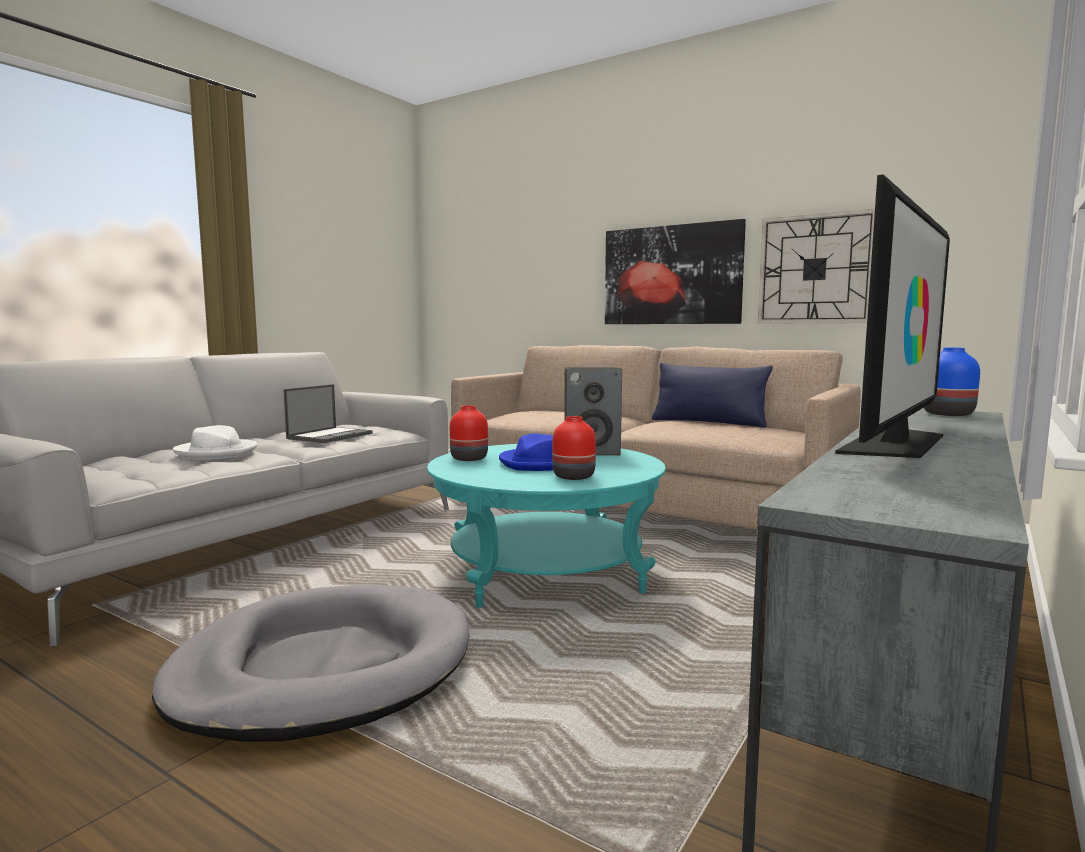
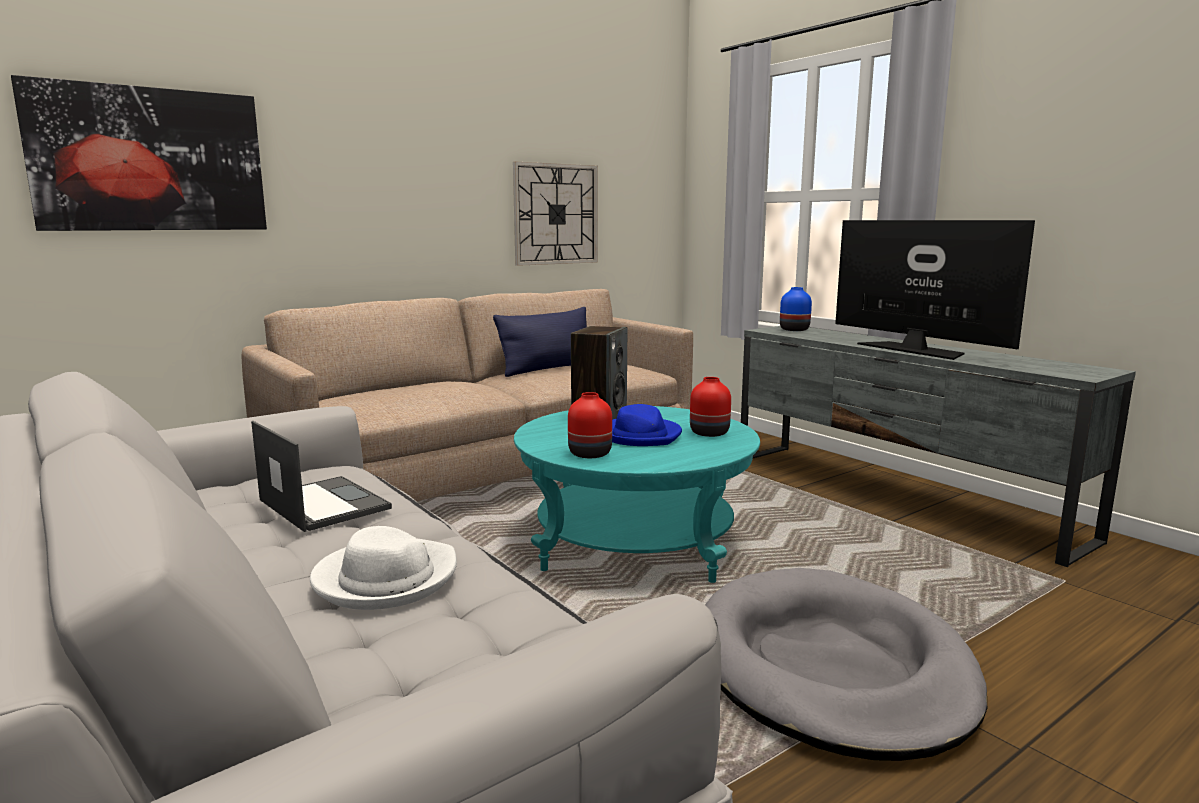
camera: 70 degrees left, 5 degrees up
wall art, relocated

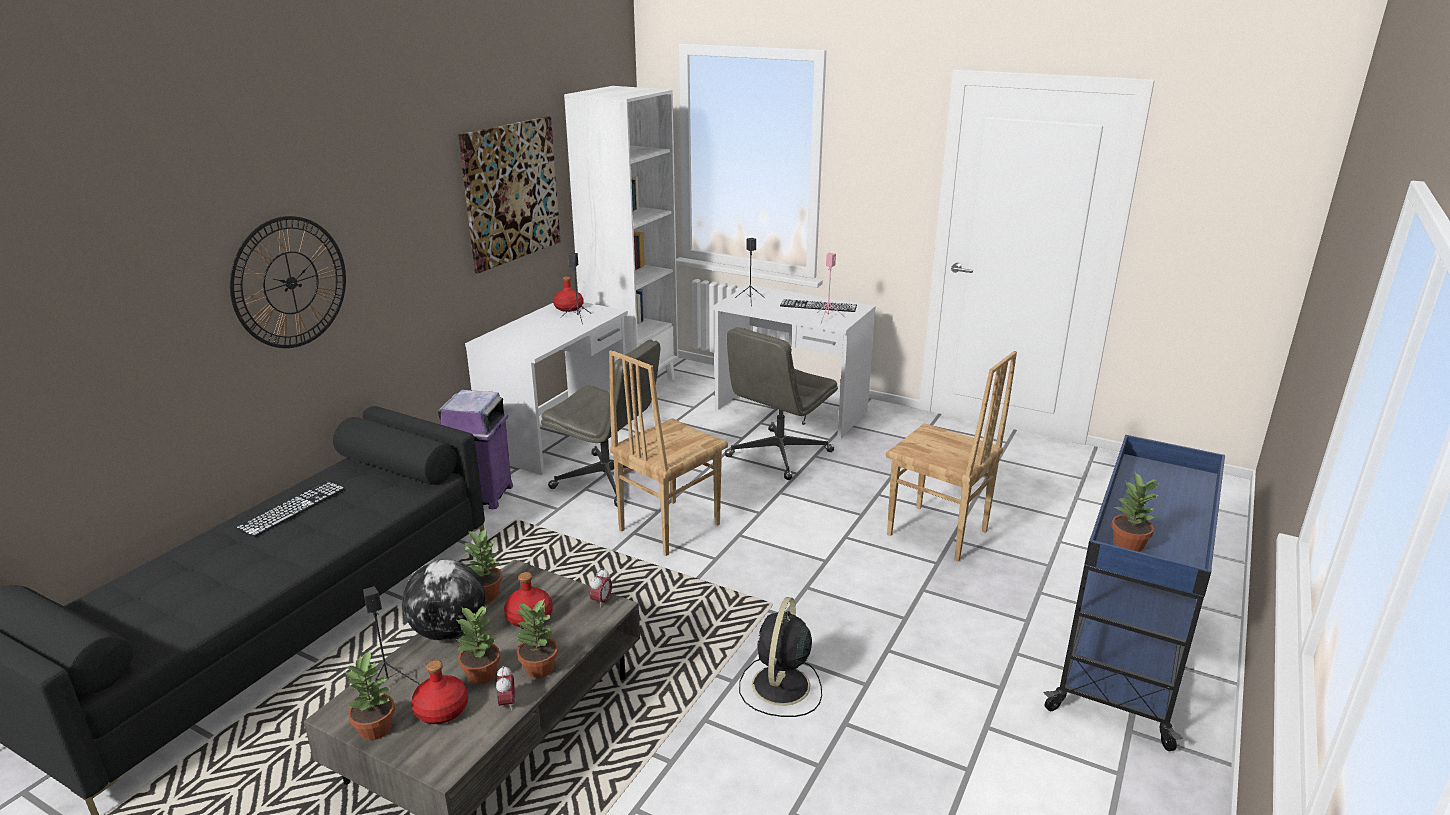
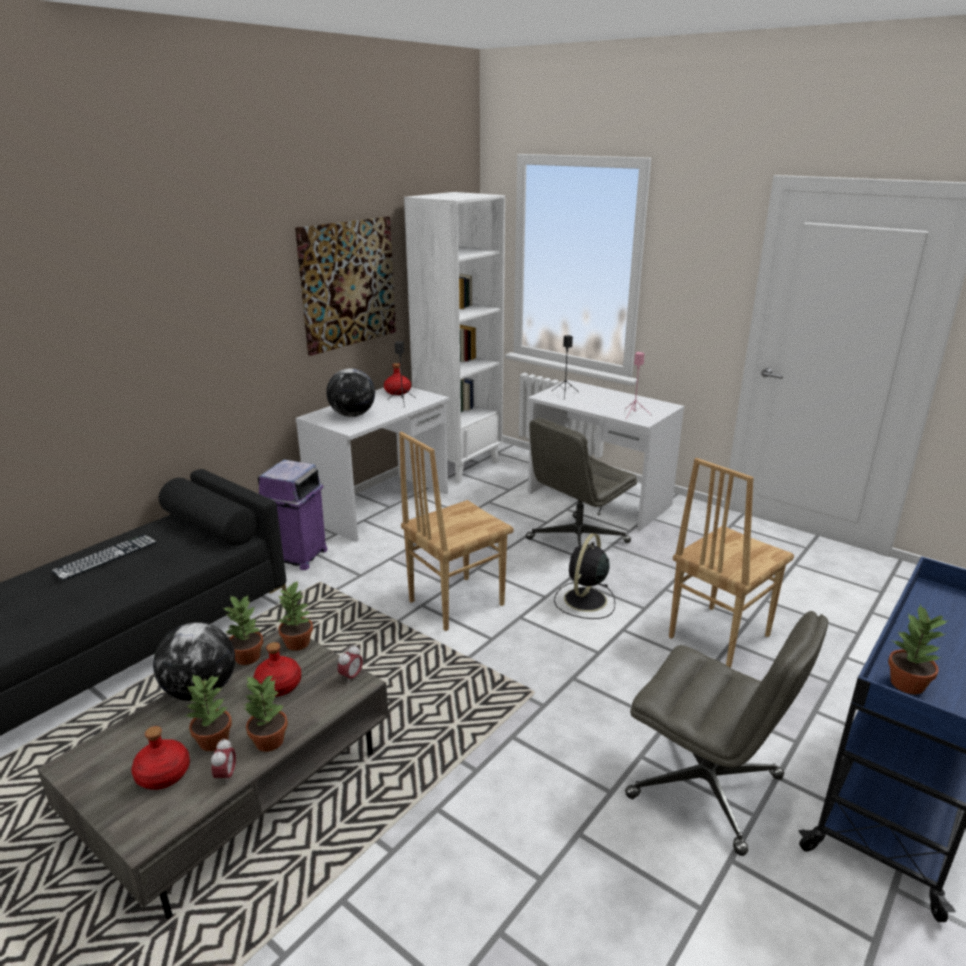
camera: 10 degrees right, 0 degrees up
houseplant (no. 1 from left in the first image) -> houseplant (no. 4 from left), relocated
none -> desk globe (no. 2 from left)
black-coloured cooling fan, relocated
grey computer chair (no. 1 from left in the first image) -> grey computer chair (no. 2 from left), relocated
brownish upright chair (no. 2 from left), 90 degrees clockwise
clock on the wall -> none
black-coloured speaker (no. 1 from left) -> none
computer keyboard (no. 2 from left) -> none

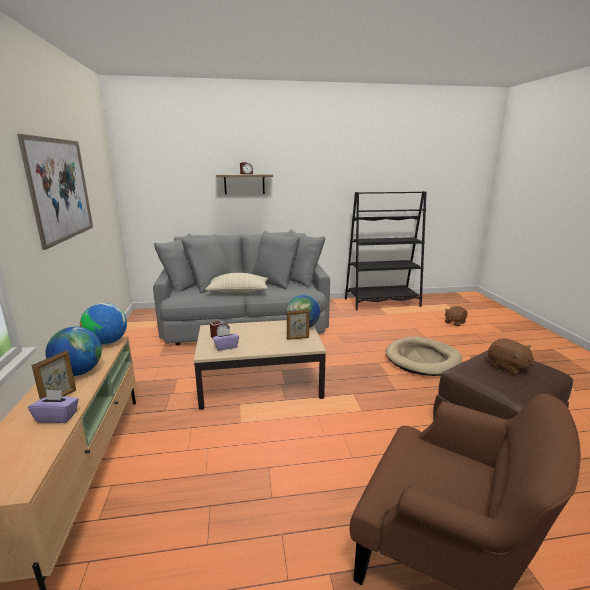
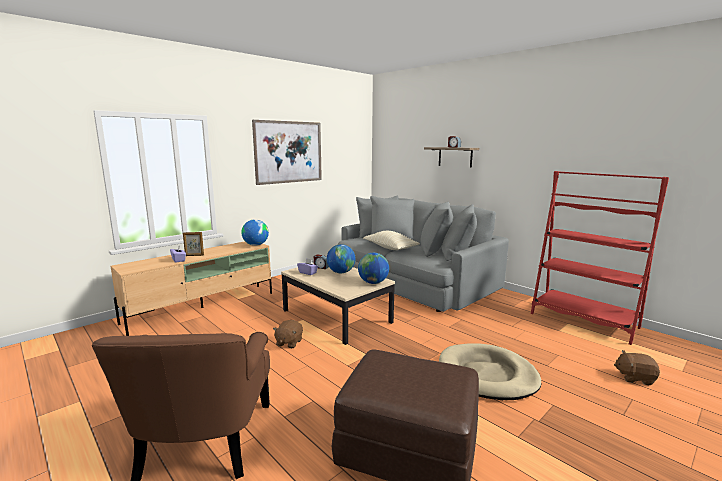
camera: 55 degrees right, 5 degrees down
brownish soft toy (no. 2 from left in the first image) -> brownish soft toy (no. 1 from left), relocated
desk globe (no. 1 from left in the first image) -> desk globe (no. 2 from left), relocated
black-coloured bookshelf -> red-coloured bookshelf
standing frame (no. 2 from left) -> none

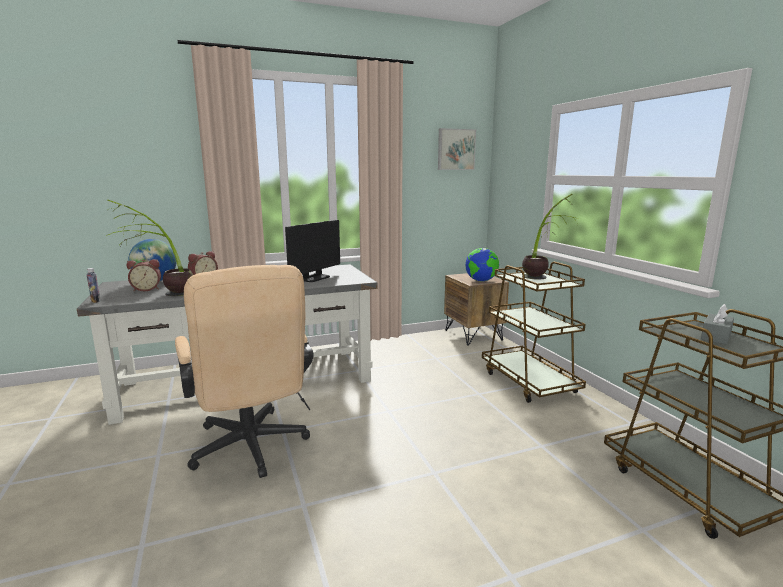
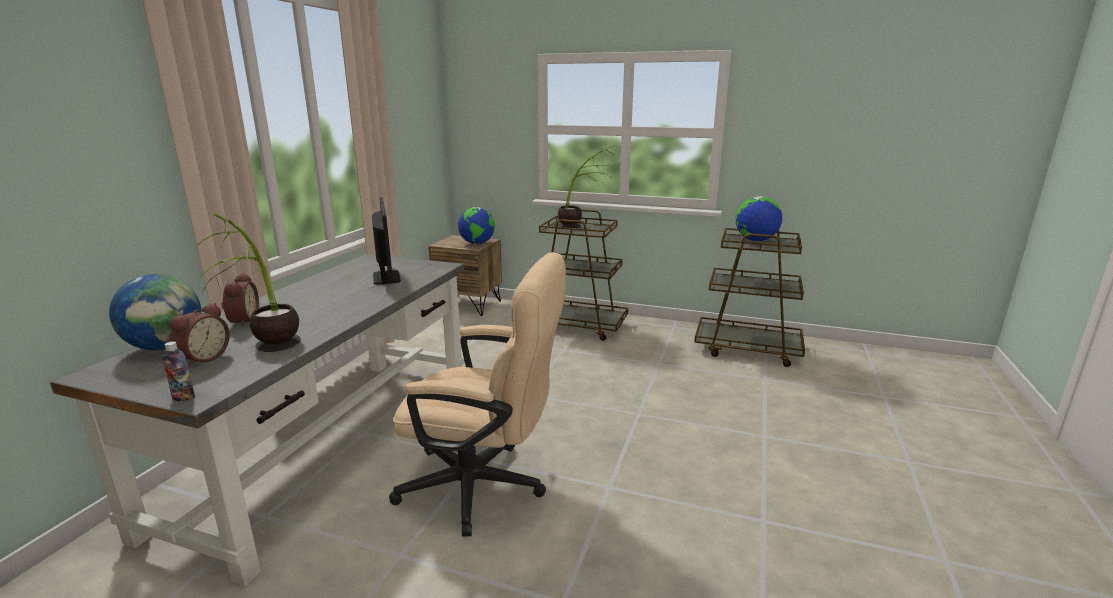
camera: 50 degrees left, 5 degrees up
grey tissue holder -> desk globe (no. 3 from left)
wall art -> none

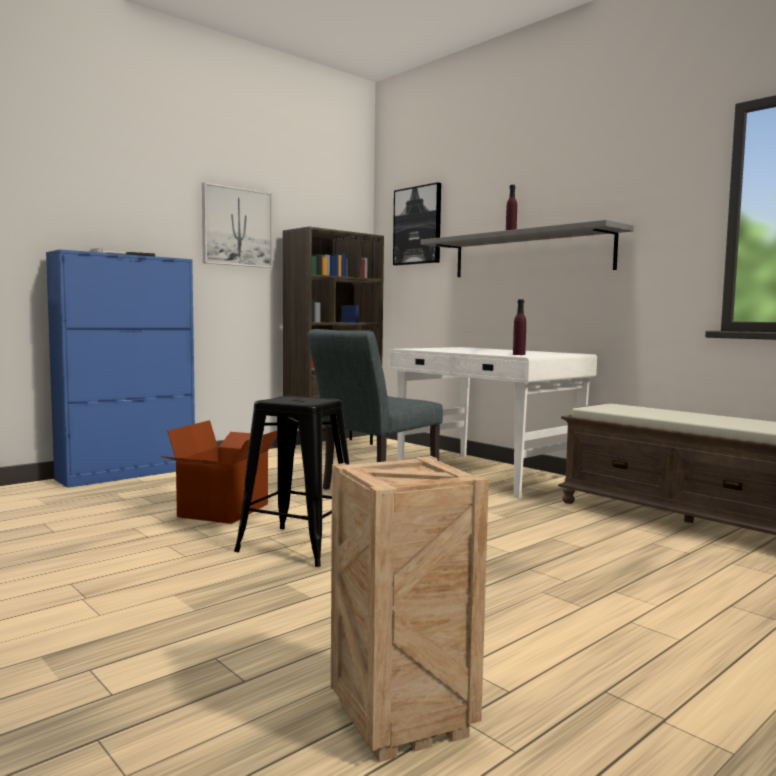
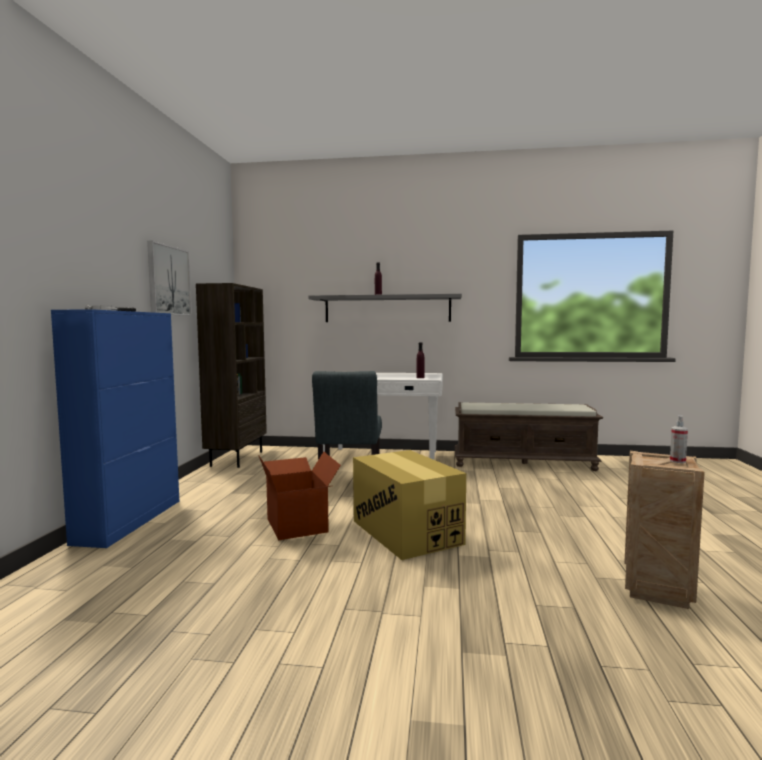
camera: 40 degrees left, 0 degrees up
black-coloured stool -> carton (no. 2 from left)
none -> spray bottle
wall art (no. 2 from left) -> none

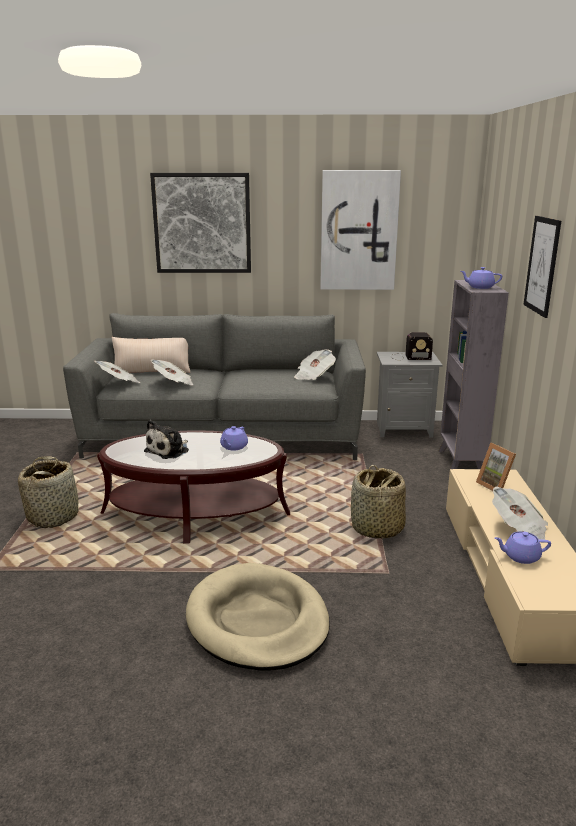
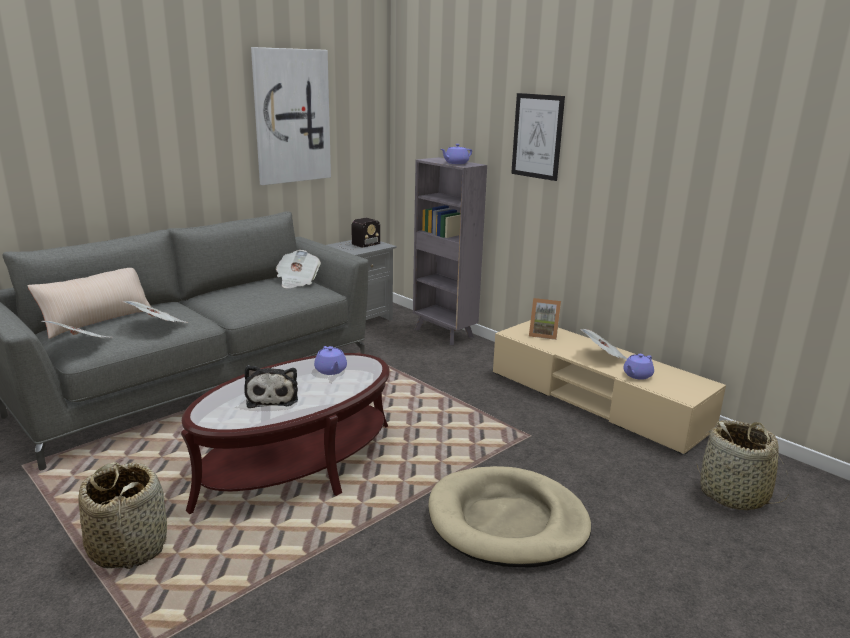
camera: 45 degrees left, 0 degrees up
household basket (no. 2 from left), relocated
wall art (no. 1 from left) -> none

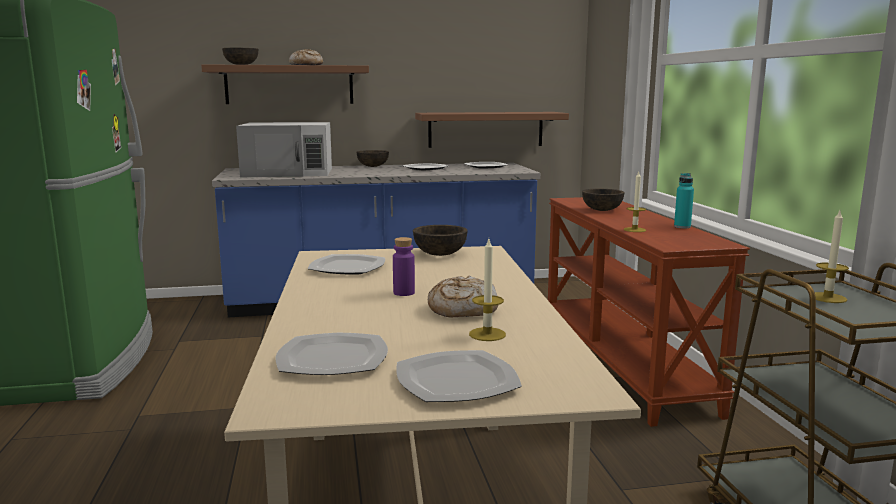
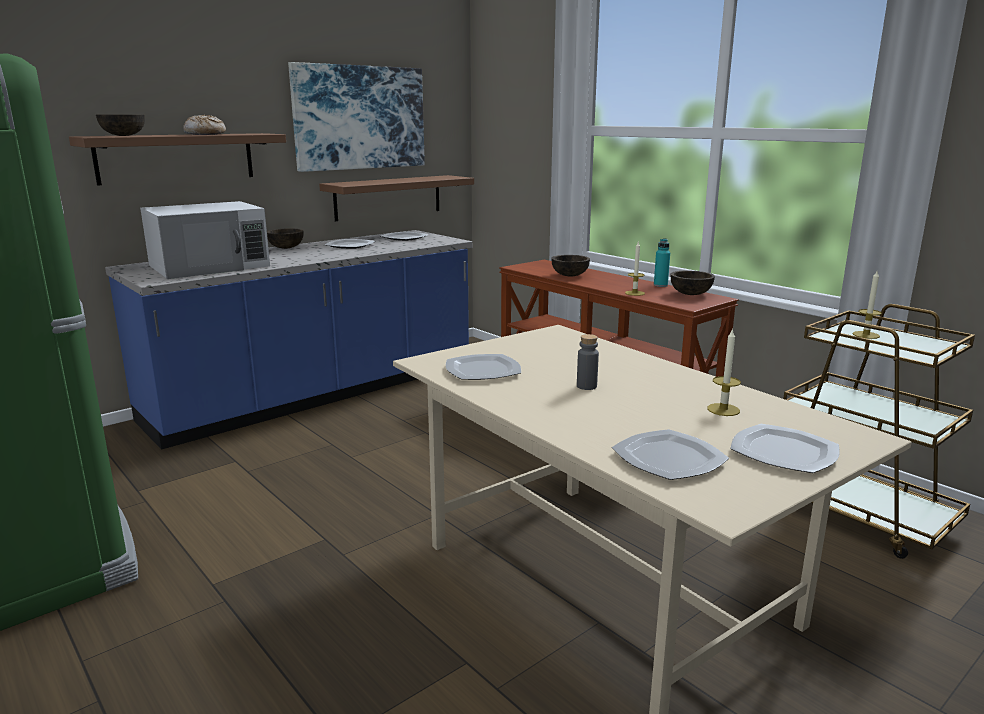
camera: 30 degrees left, 5 degrees up
none -> wall art
purple-coloured beverage bottle -> grey beverage bottle
brownish serving bowl (no. 3 from left in the first image) -> brownish serving bowl (no. 4 from left), relocated
bread (no. 2 from left) -> none

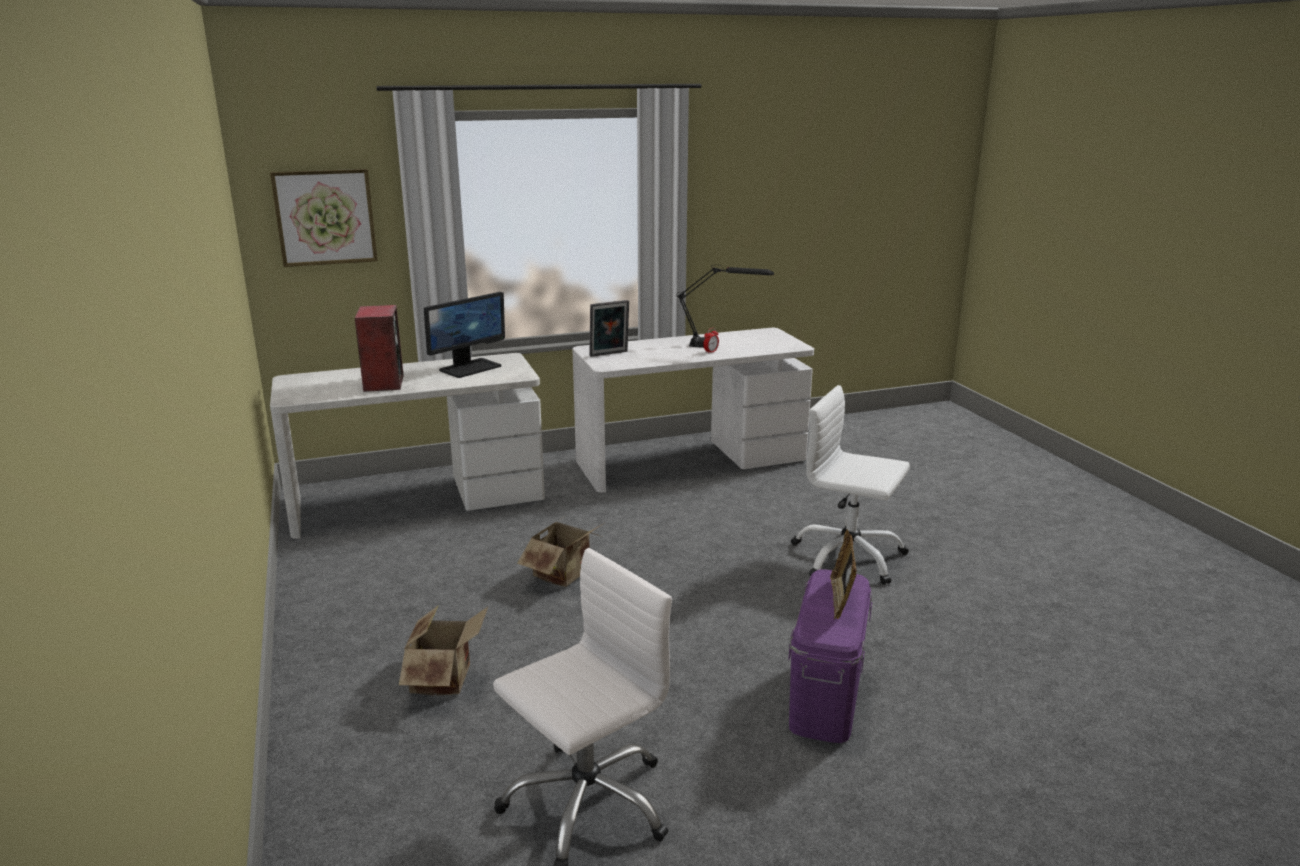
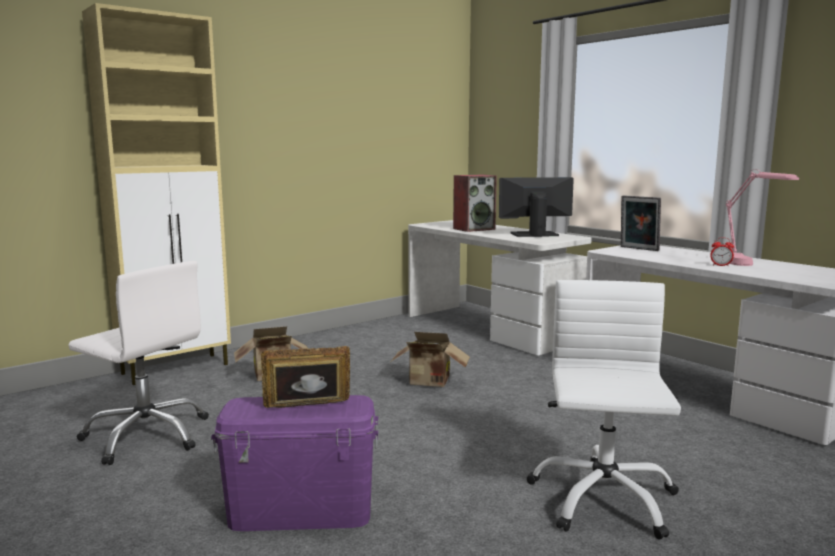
camera: 70 degrees right, 10 degrees down
none -> sand-coloured cupboard
computer screen, 150 degrees clockwise
black-coloured tabletop lamp -> pink tabletop lamp
wall art -> none

